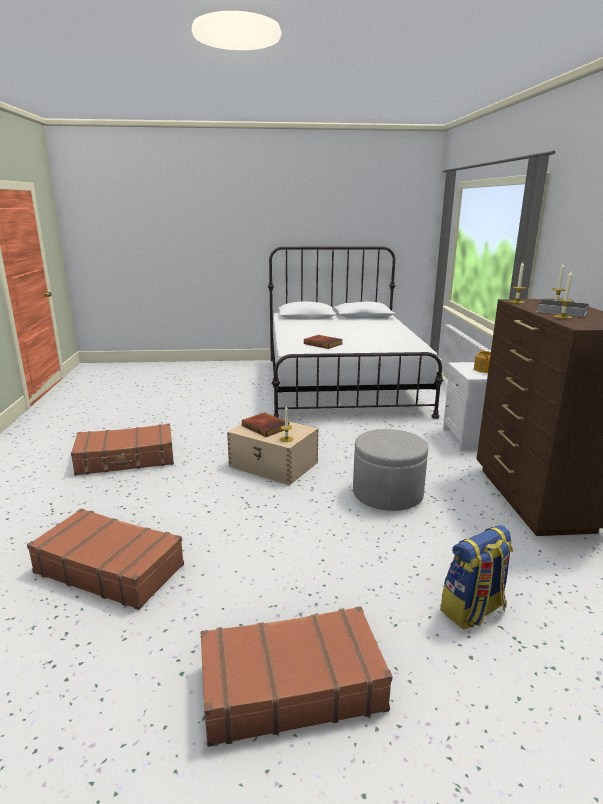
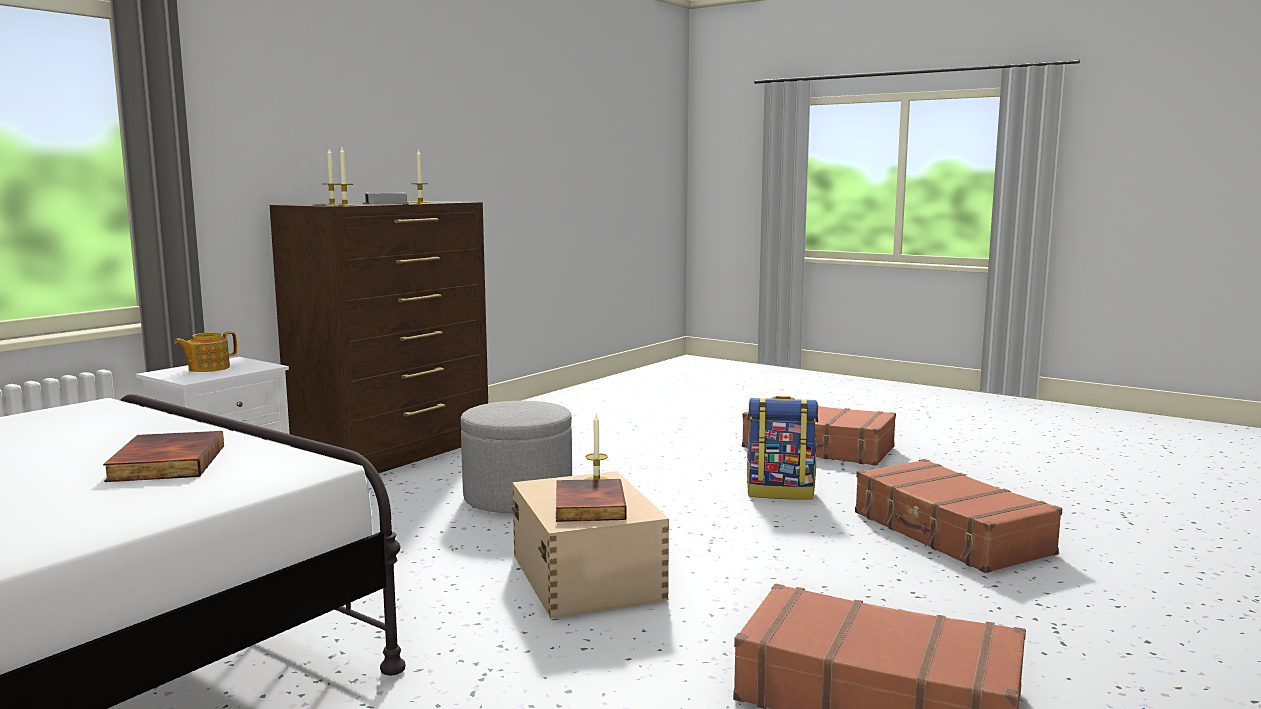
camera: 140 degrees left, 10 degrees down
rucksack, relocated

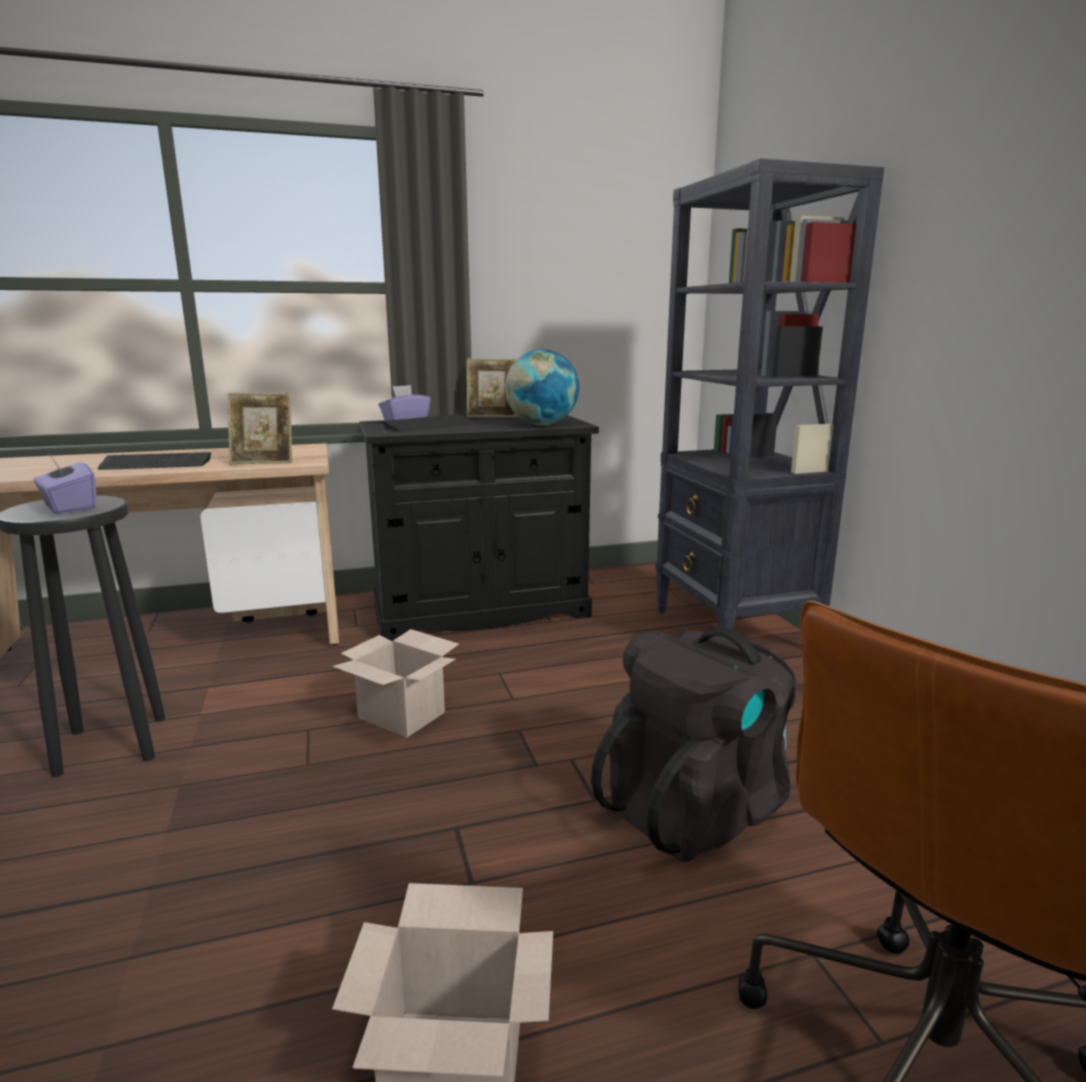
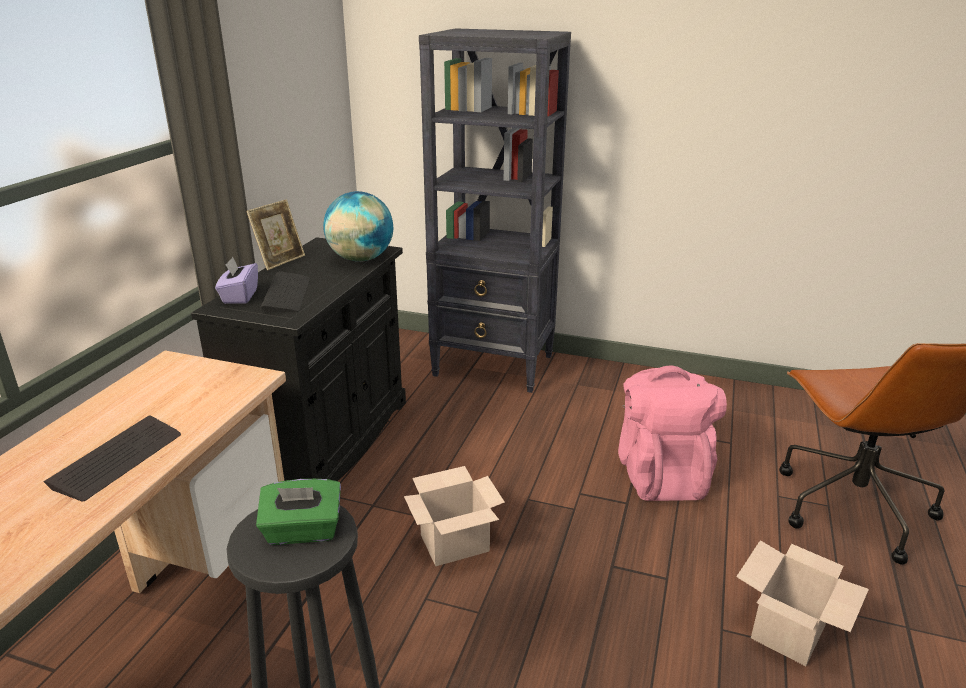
camera: 55 degrees left, 10 degrees up
purple-coloured tissue holder (no. 1 from left) -> green-coloured tissue holder
black-coloured rucksack -> pink rucksack
standing frame (no. 1 from left) -> none

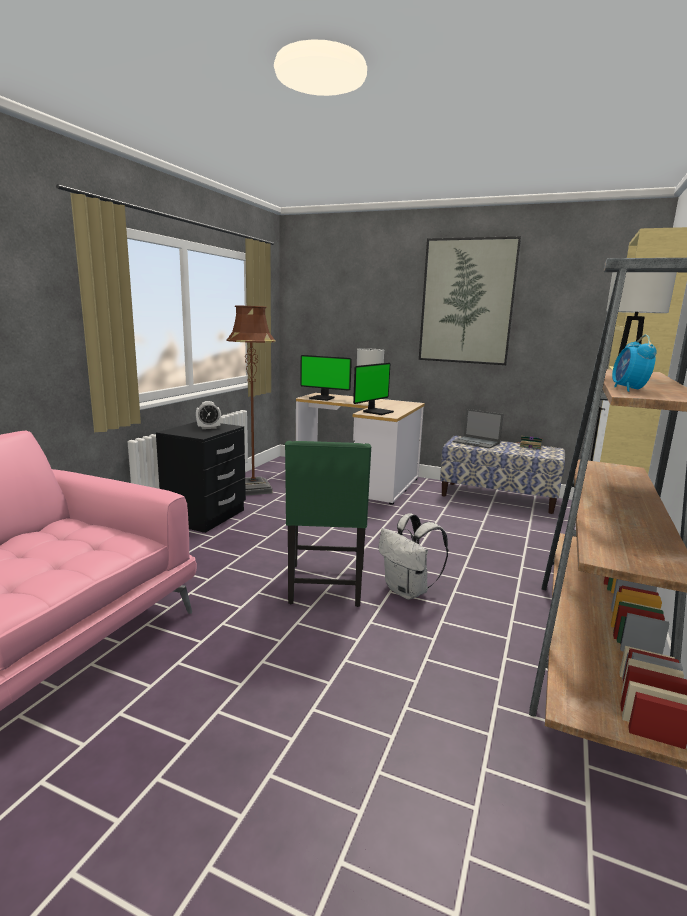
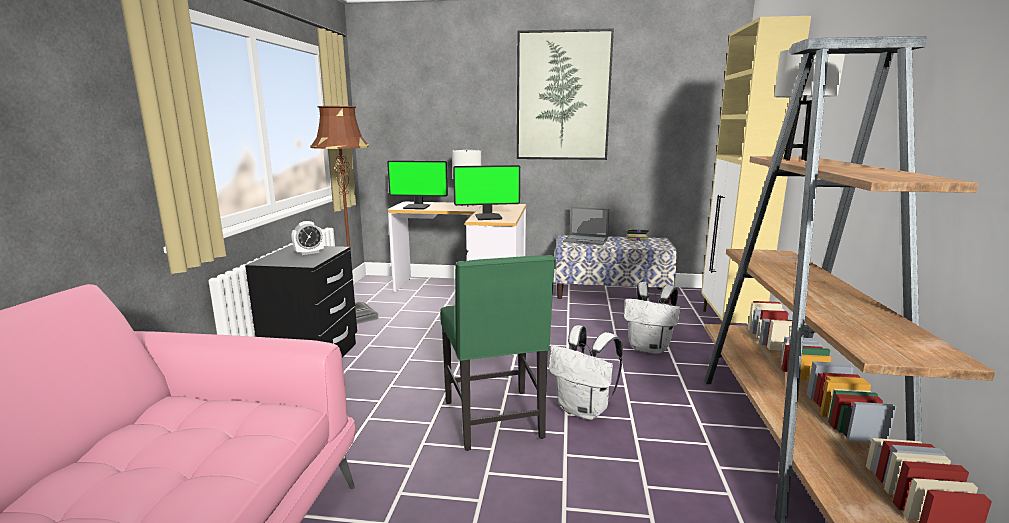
camera: 15 degrees left, 0 degrees up
computer screen (no. 2 from left), 60 degrees clockwise
none -> white rucksack (no. 2 from left)
bedside clock (no. 2 from left) -> none

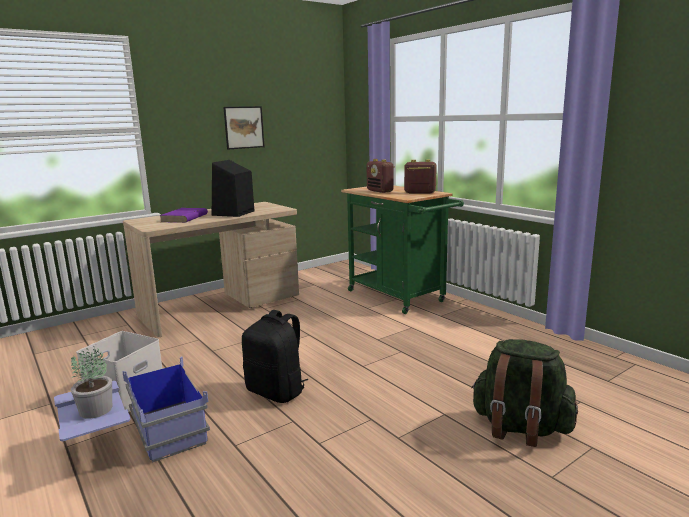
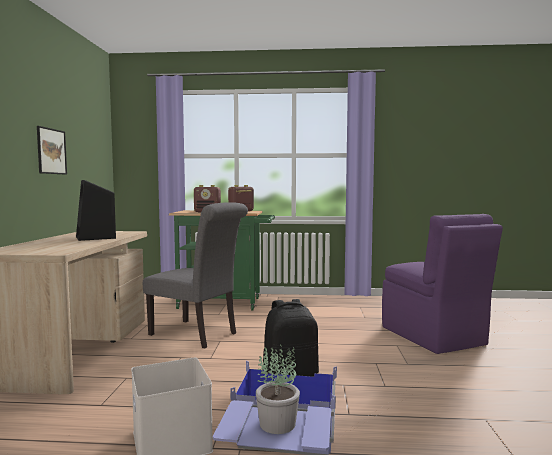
camera: 50 degrees left, 10 degrees down
none -> grey upright chair
green-coloured rucksack -> purple-coloured upright chair
purple-coloured book -> none

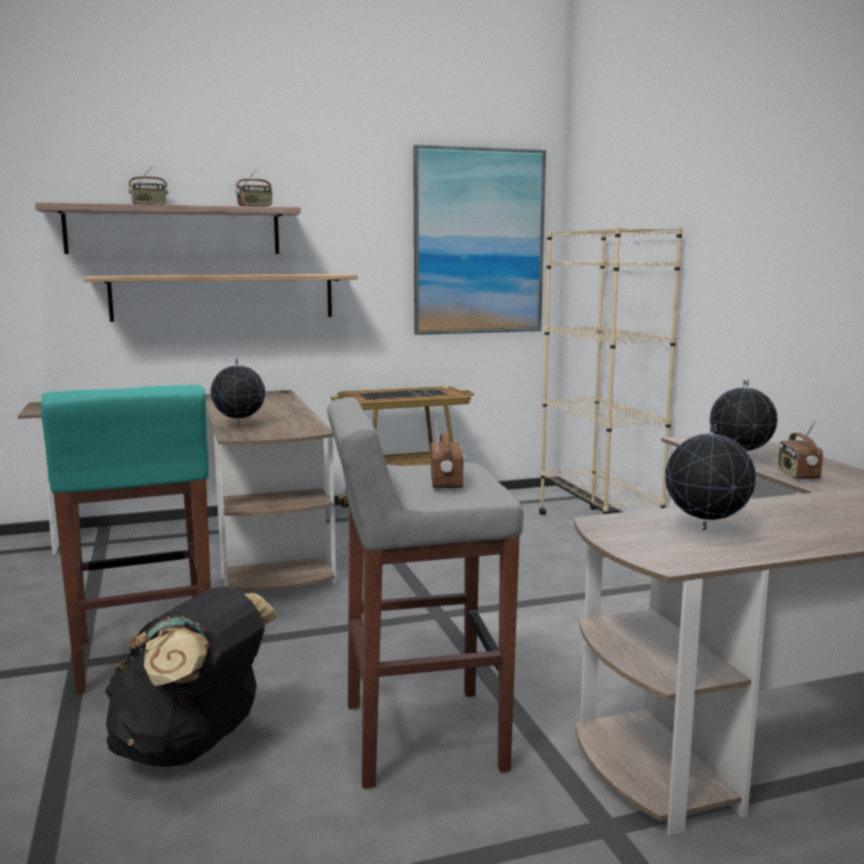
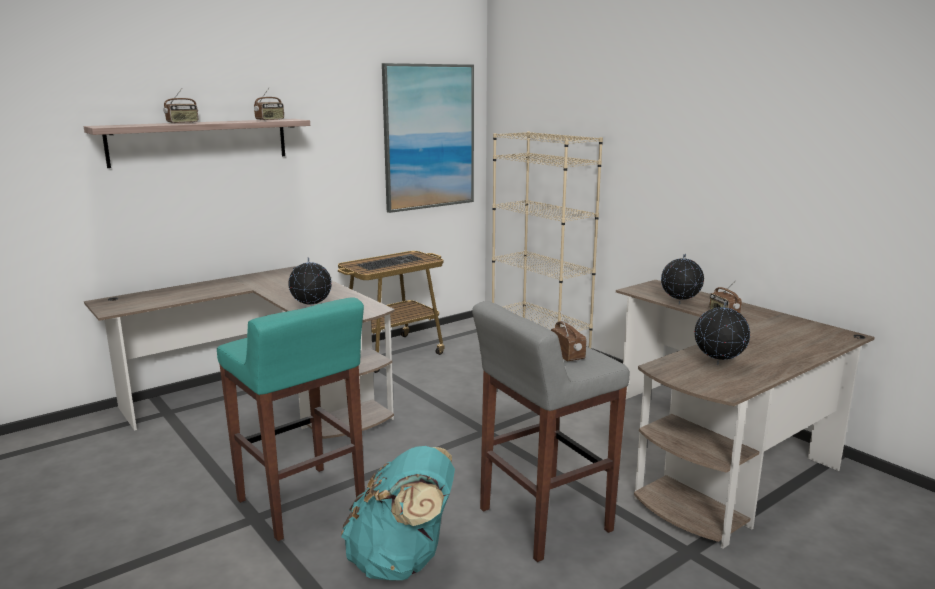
camera: 20 degrees left, 5 degrees up
black-coloured rucksack -> turquoise-coloured rucksack
shelf (no. 2 from left) -> none

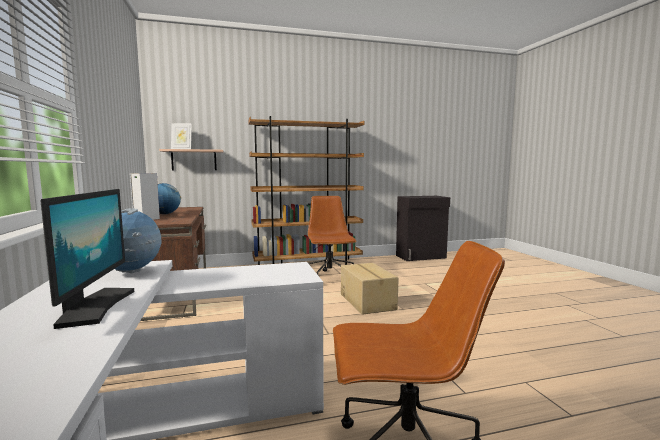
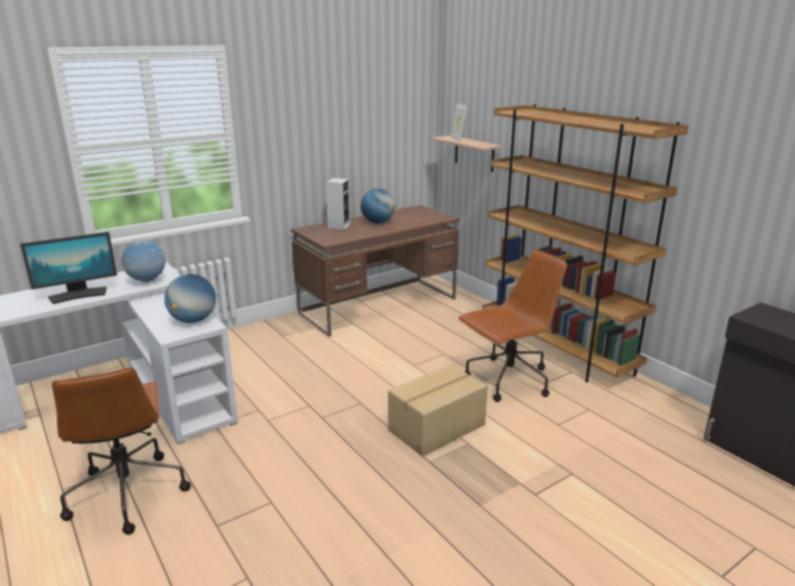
camera: 70 degrees right, 15 degrees up
none -> desk globe (no. 2 from left)

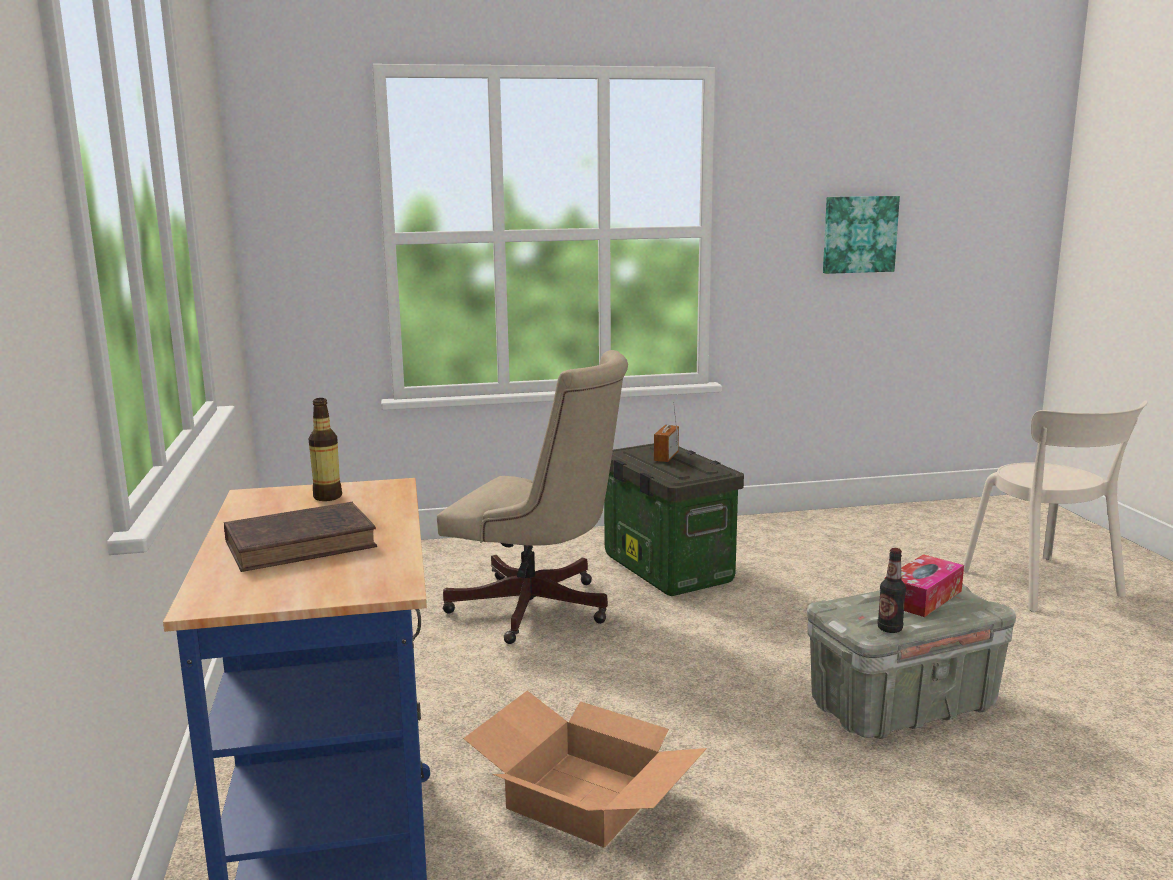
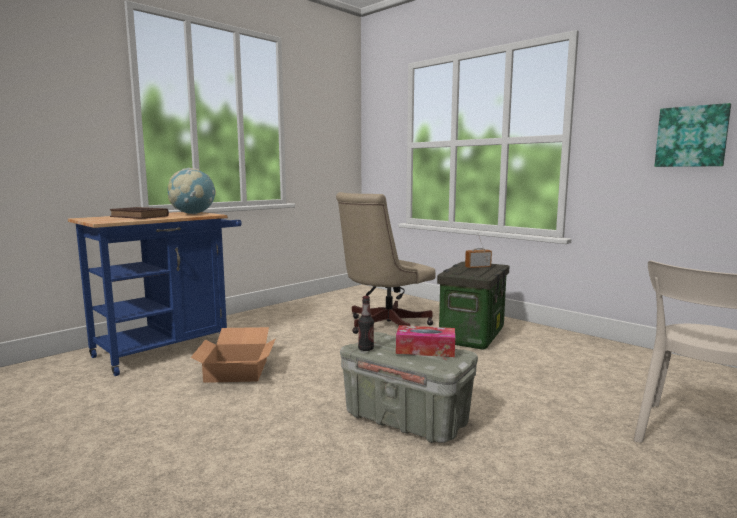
camera: 55 degrees right, 5 degrees down
beverage bottle (no. 1 from left) -> desk globe
sand-coloured computer chair, 60 degrees clockwise

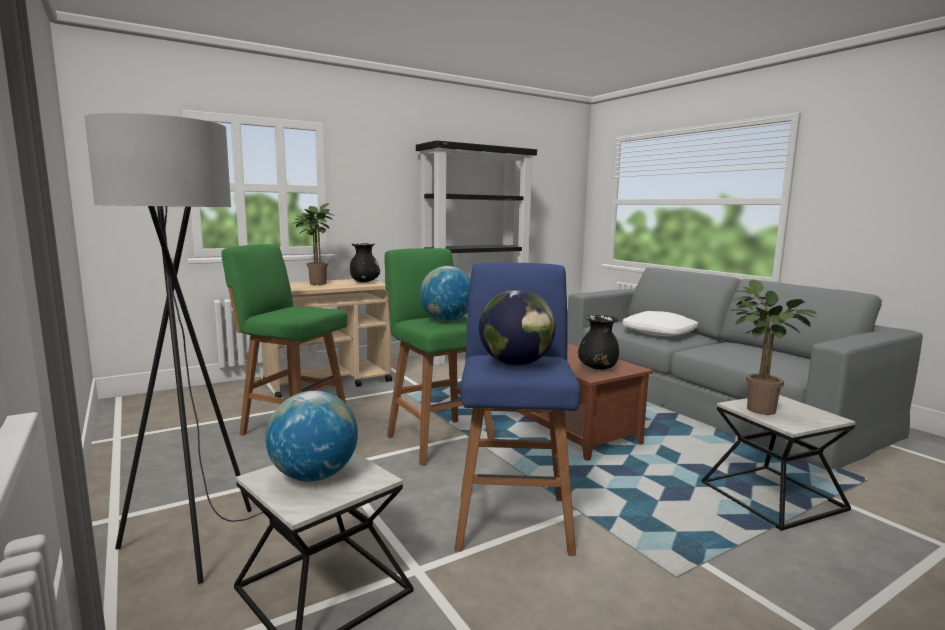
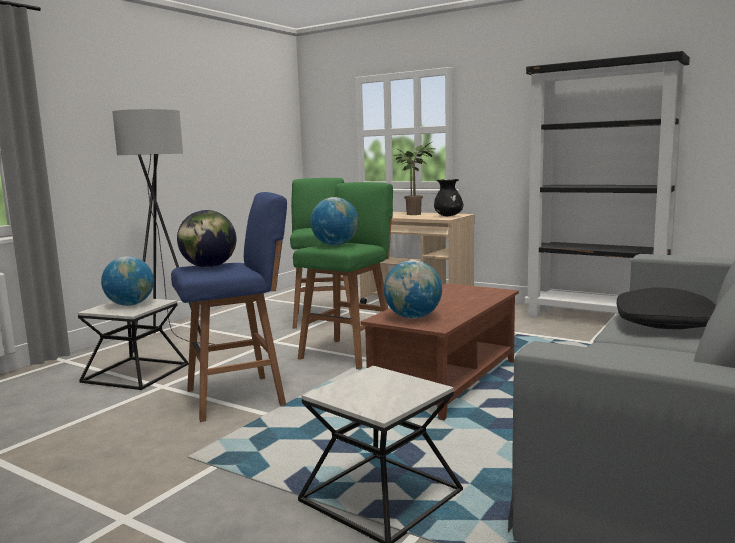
camera: 65 degrees right, 0 degrees up
black-coloured vase (no. 2 from left) -> desk globe (no. 4 from left)
white throw pillow -> black-coloured throw pillow
houseplant (no. 2 from left) -> none

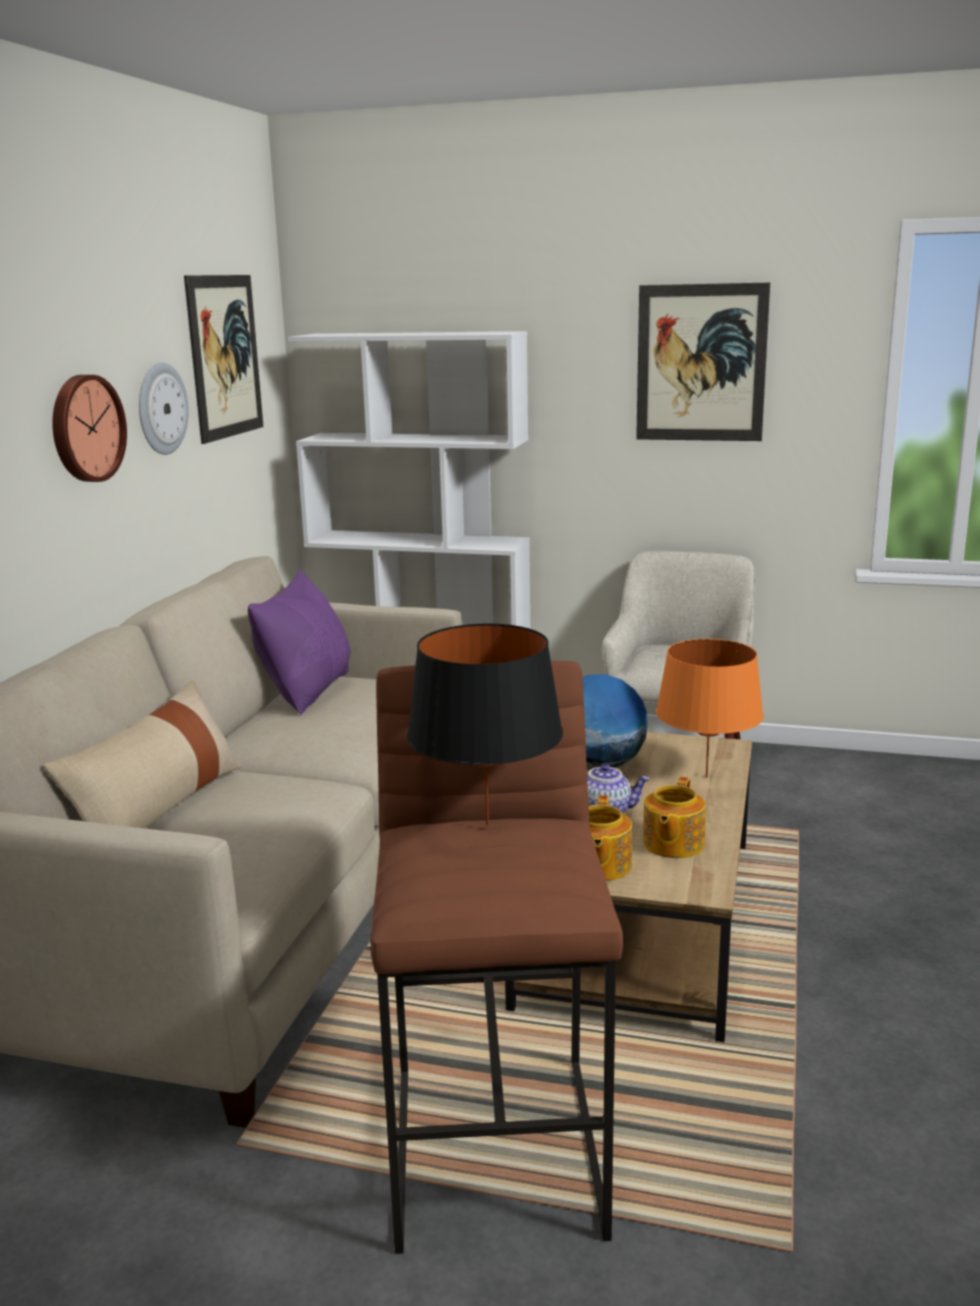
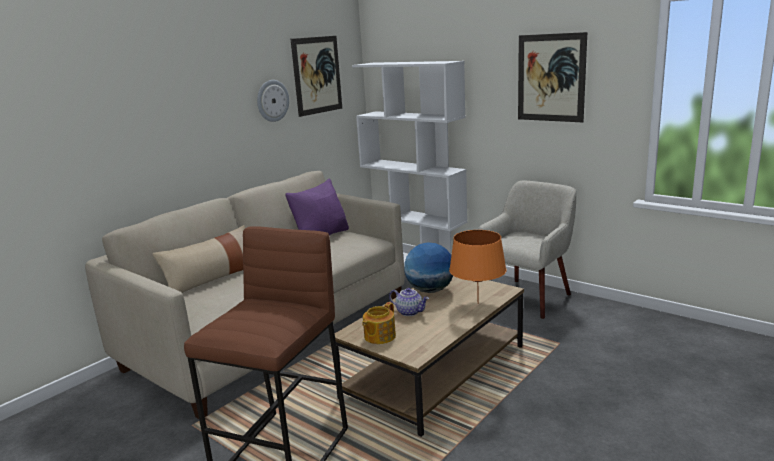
camera: 25 degrees right, 0 degrees up
clock on the wall (no. 1 from left) -> none
black-coloured tabletop lamp -> none
tea pot (no. 3 from left) -> none

